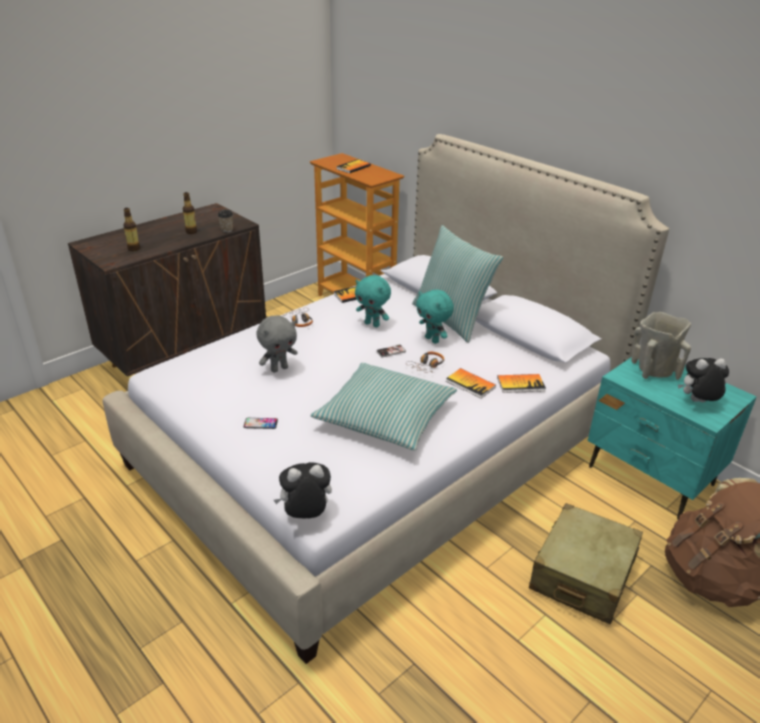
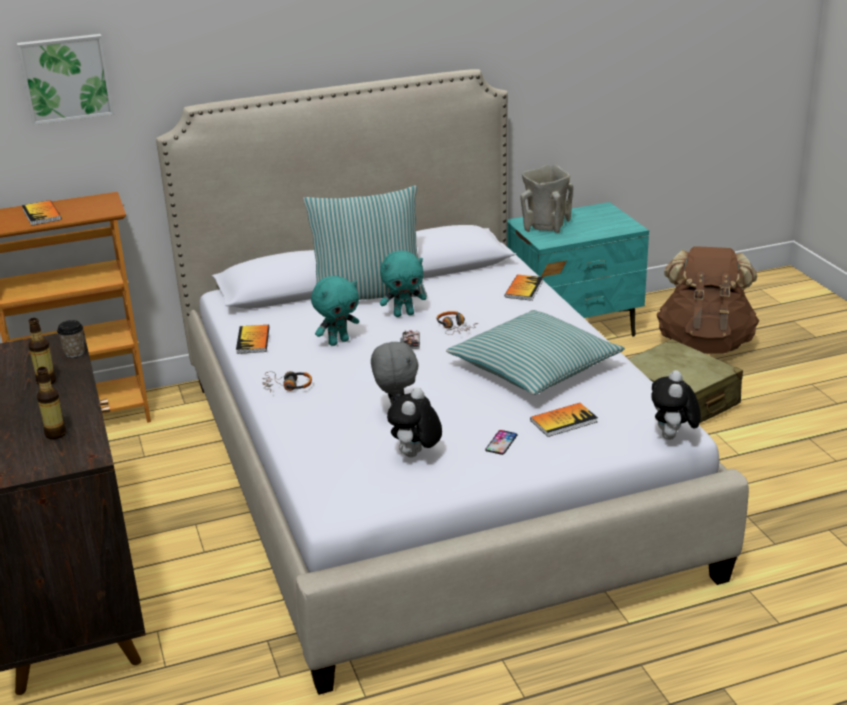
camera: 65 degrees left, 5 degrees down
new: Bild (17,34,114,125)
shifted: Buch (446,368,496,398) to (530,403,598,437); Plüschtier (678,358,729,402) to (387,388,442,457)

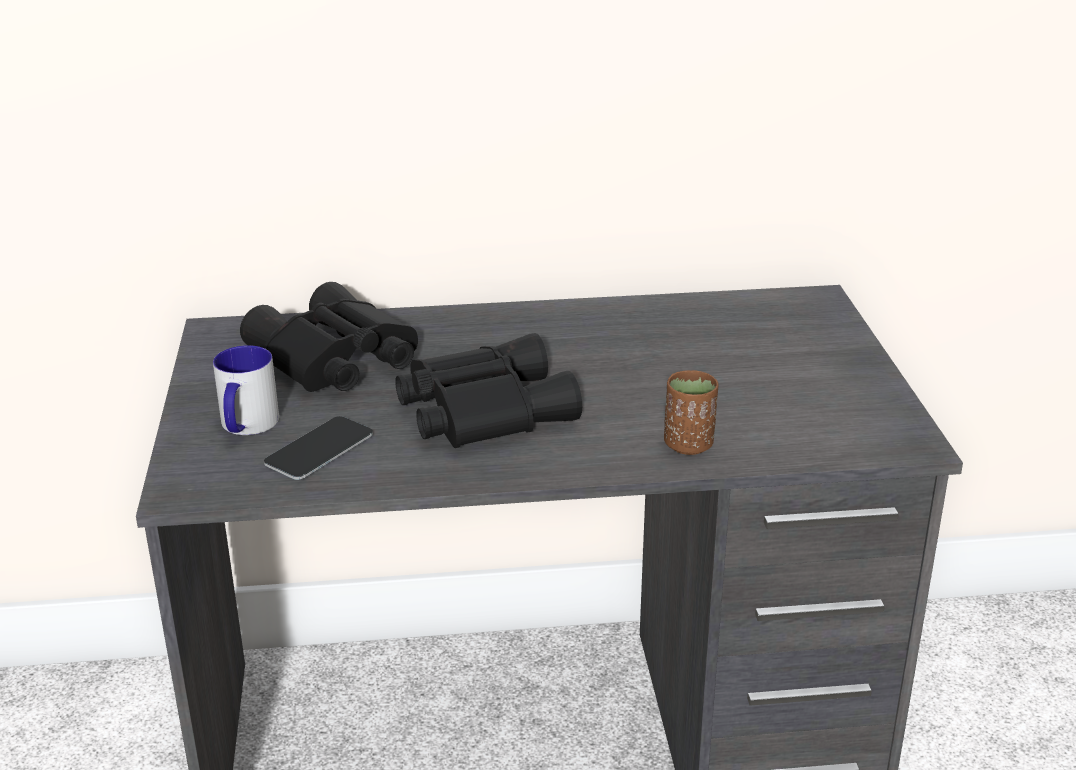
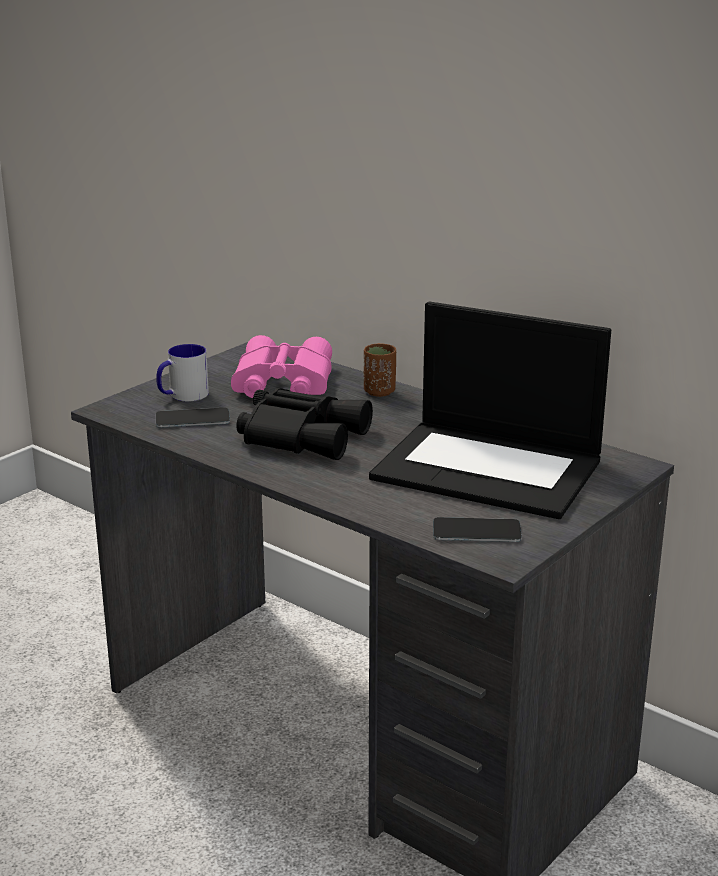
camera: 45 degrees right, 5 degrees down
new: Laptop (369,301,611,519); Handy (433,517,522,542)
shifted: Tasse [braun] (664,370,719,455) to (364,343,396,397)
repainted: Fernglas [schwarz] (240,282,418,392) to Fernglas [rosa] (231,335,332,398)

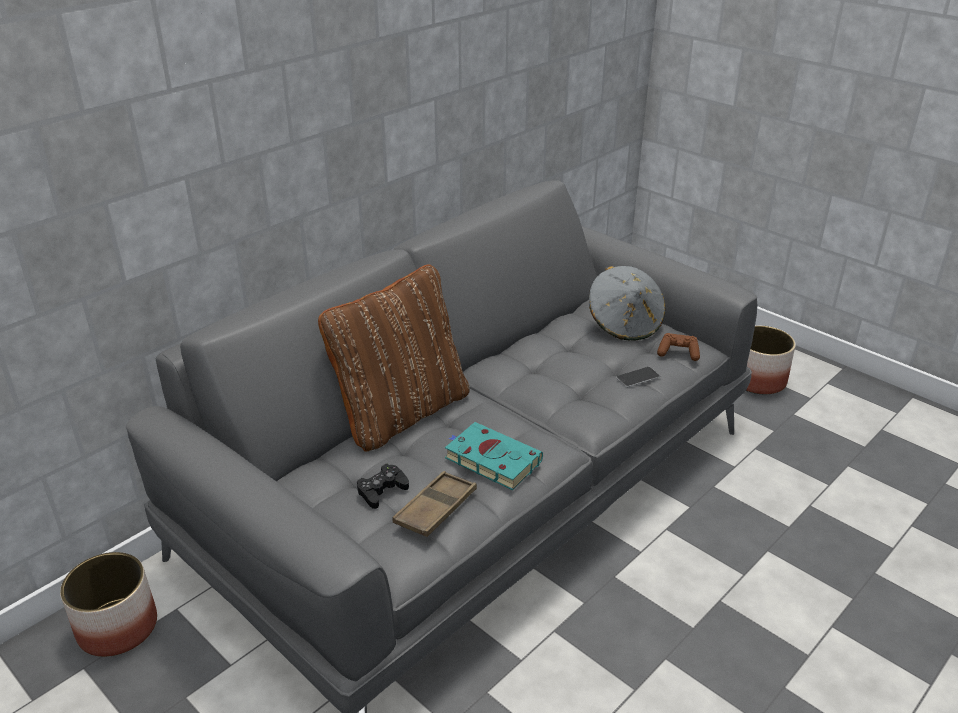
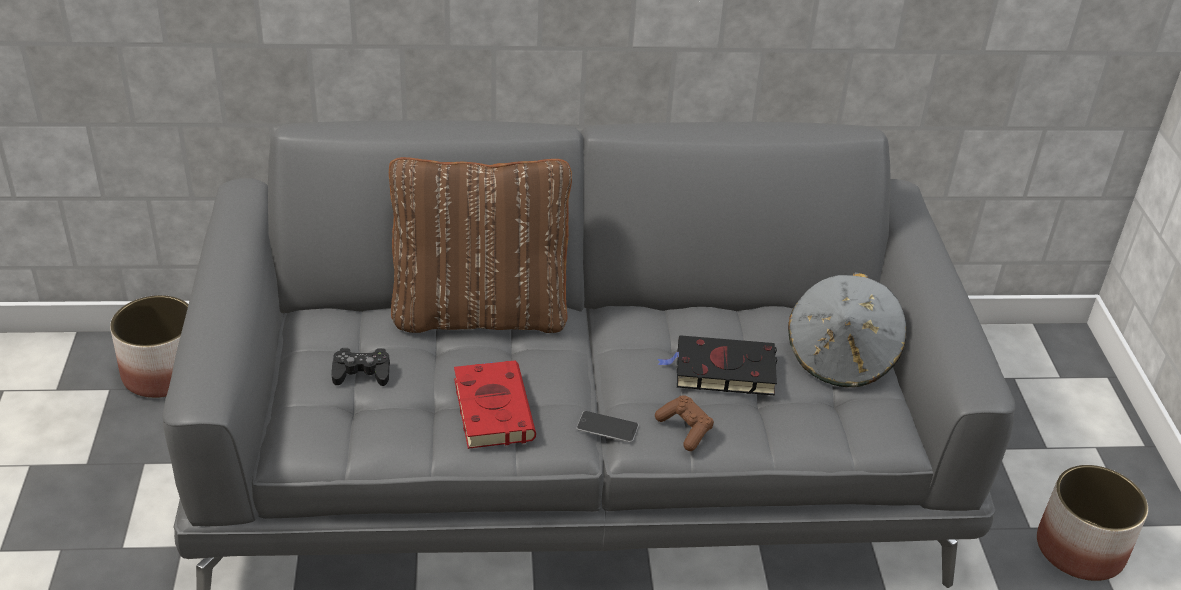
camera: 40 degrees right, 5 degrees up
gone: Tablett [braun] (392,471,477,537)
new: Buch [schwarz] (657,335,777,395)
shifted: Handy (616,367,660,387) to (577,411,639,442); Gamepad [braun] (657,333,700,361) to (655,395,714,451)
repainted: Buch [türkis] (445,422,543,490) to Buch [rot] (454,361,536,449)

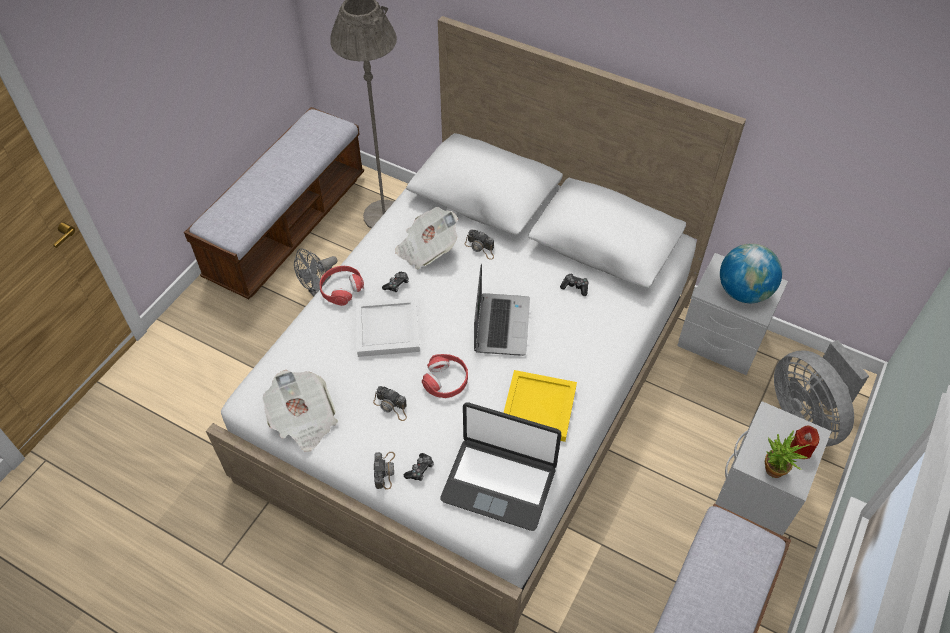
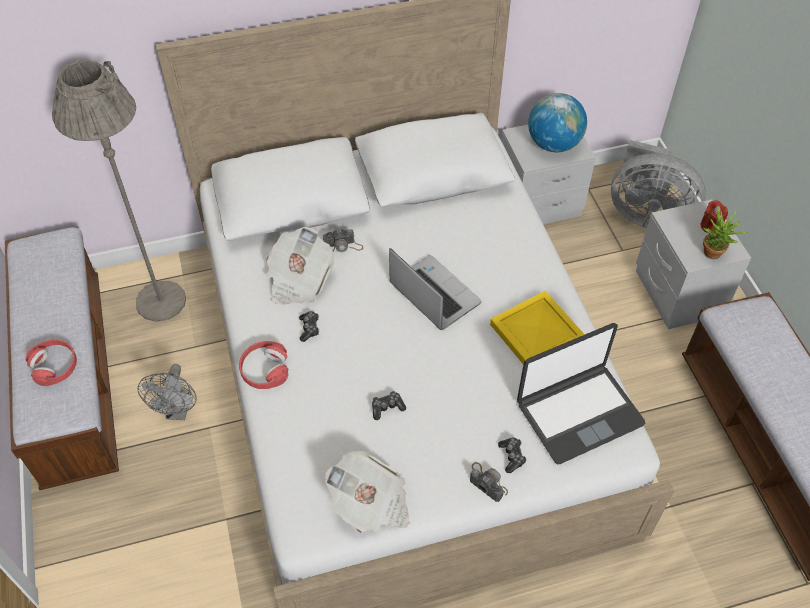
camera: 45 degrees left, 0 degrees up
gone: Tablett [weiß] (356,298,420,357); Kamera (373,386,407,421)
shifted: Kopfhörer [rot] (422,354,468,398) to (26,339,77,386); Gamepad (560,273,589,296) to (372,391,406,420)

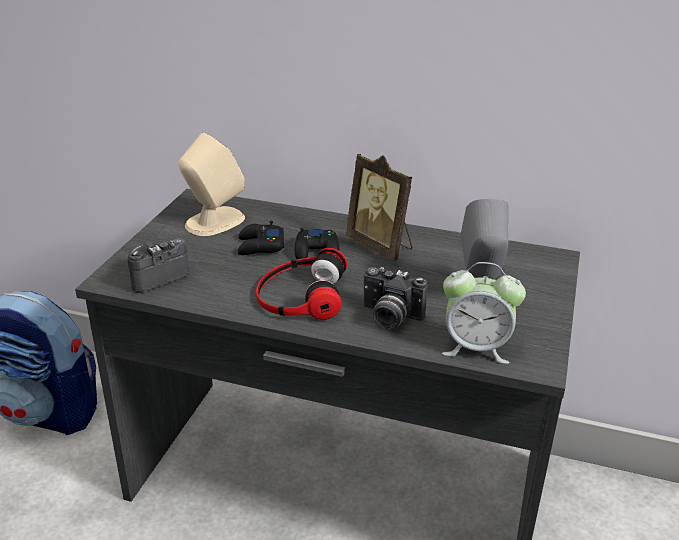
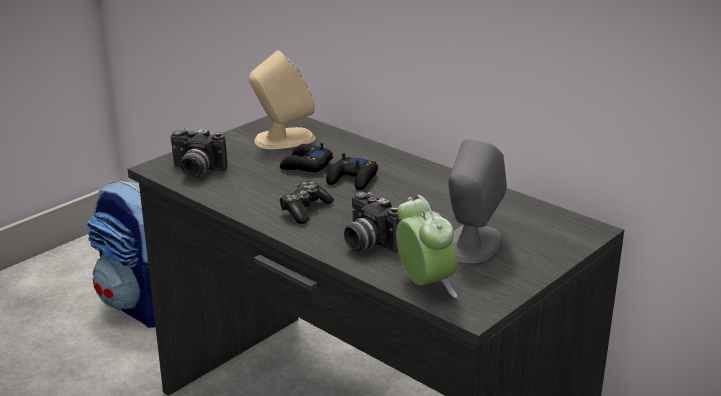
camera: 25 degrees right, 5 degrees down
gone: Bilderrahmen (346,154,412,261)
swapped: Kopfhörer (256,248,347,320) to Gamepad (279,181,334,224)
rotated: Kamera (127,238,189,293) = (171,128,228,178) 150 degrees counterclockwise; Wecker (442,262,526,364) = (396,195,458,298) 150 degrees counterclockwise

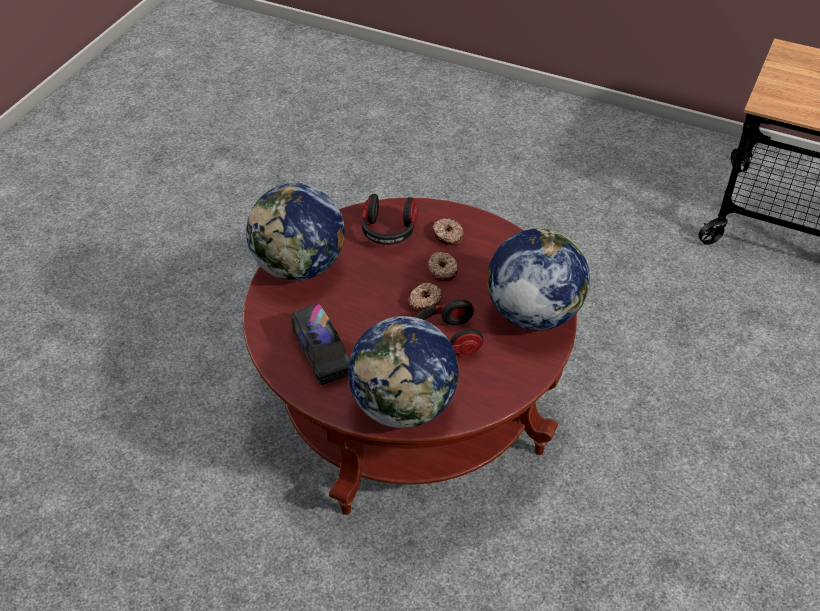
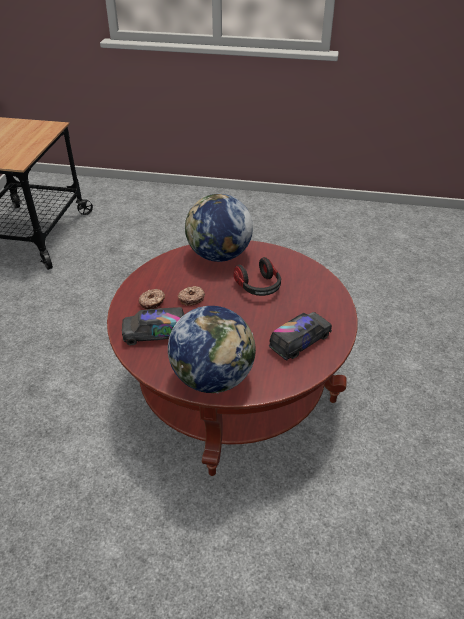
camera: 105 degrees left, 5 degrees down
gone: Globus (348,316,459,428); Donut (408,282,443,313)
swapped: Kopfhörer (362,194,418,245) to Spielzeuglaster (122,307,185,345)

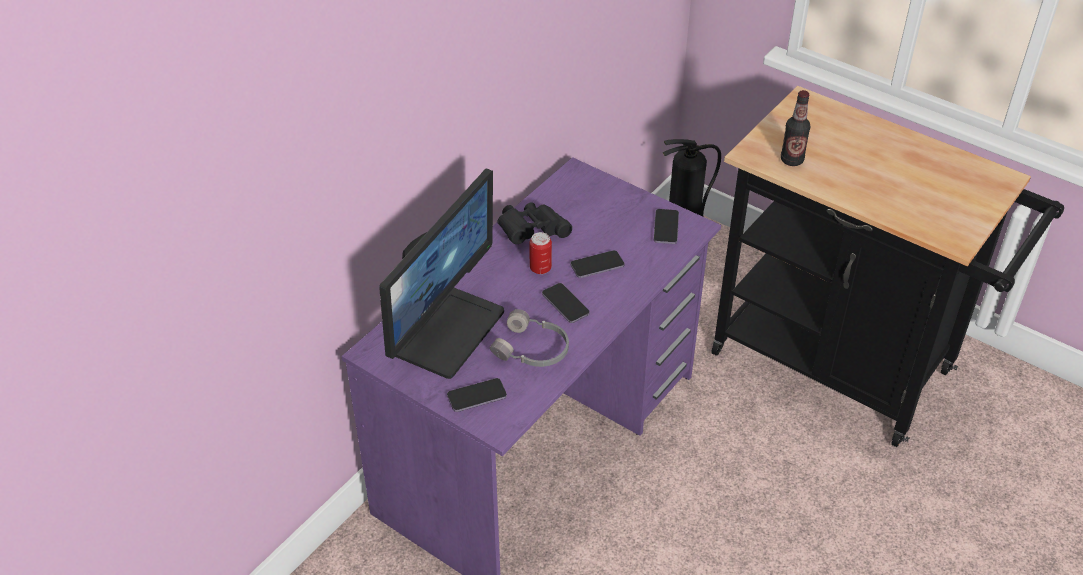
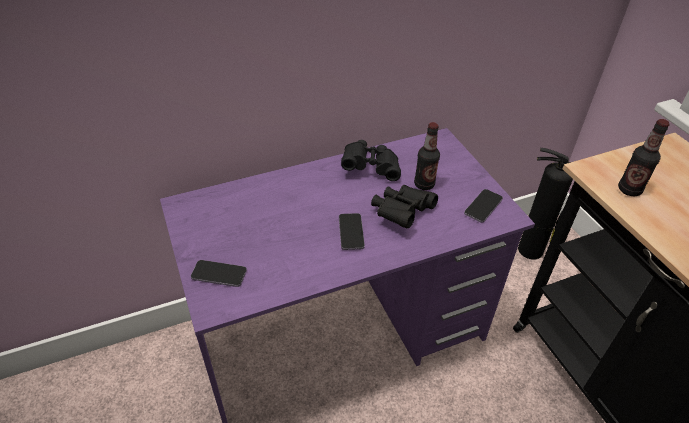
camera: 30 degrees right, 0 degrees up
gone: Monitor (379,168,504,379); Kopfhörer [grau] (490,309,569,367); Dose (529,232,552,274)
new: Flasche (414,122,440,190)
swapped: Handy (570,250,624,278) to Fernglas [schwarz] (371,185,438,228)

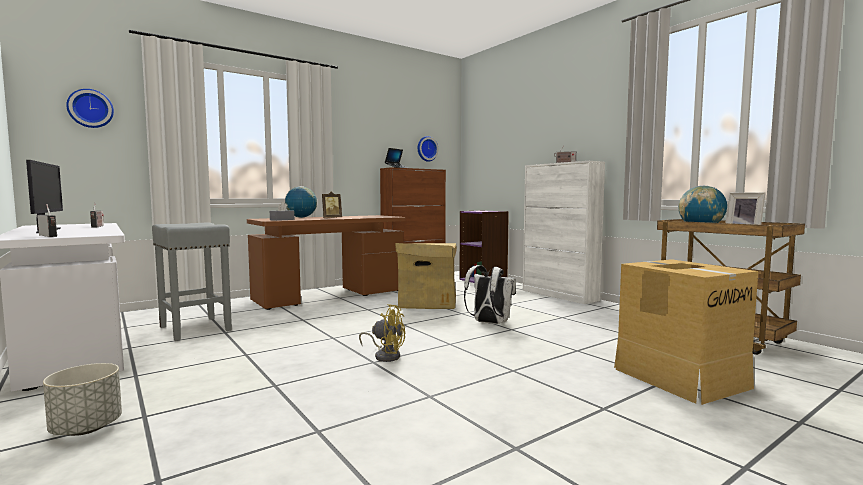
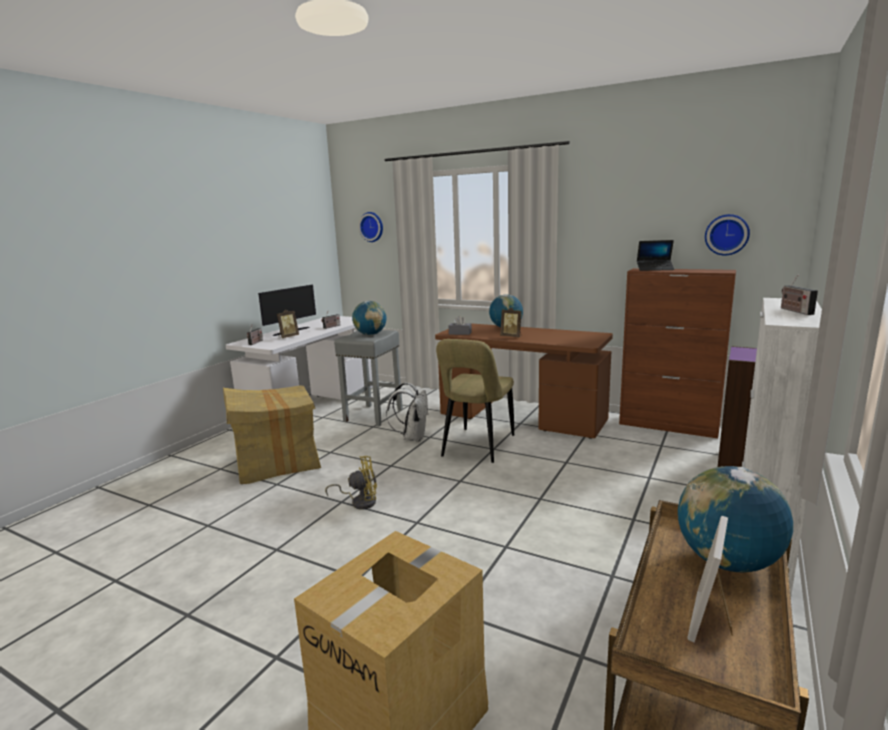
camera: 65 degrees right, 10 degrees up
gone: Pflanzkübel [grau] (43,363,122,436)
new: Bilderrahmen (277,309,299,338); Globus (352,301,387,335); Stuhl [beige] (436,339,514,463)
shifted: Karton (395,243,457,309) to (223,386,321,484); Rucksack [weiß] (464,265,516,324) to (386,383,428,442)
rotated: Ventilator [gelb] (359,304,405,362) = (325,456,377,510) 90 degrees counterclockwise

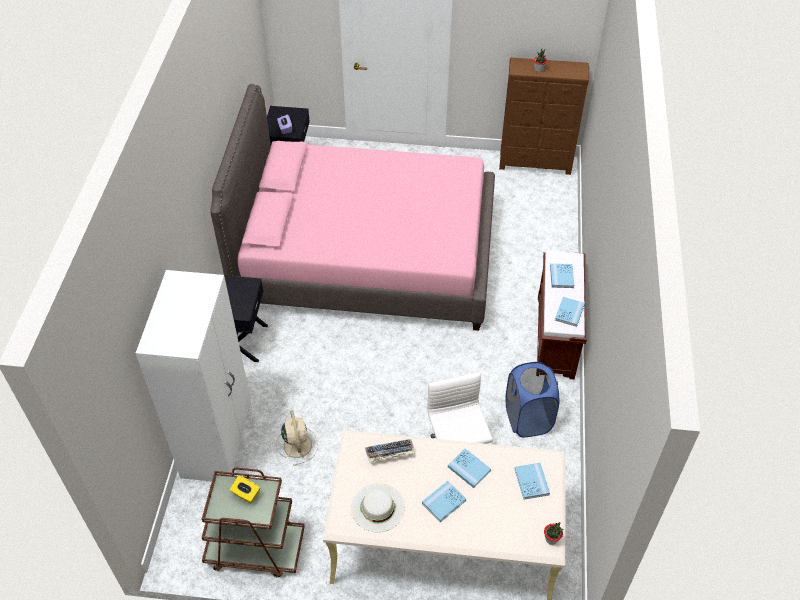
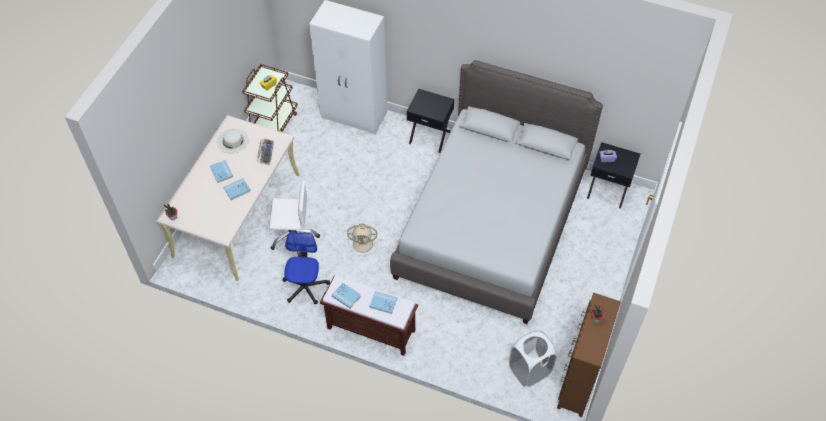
camera: 105 degrees right, 5 degrees up
gone: Buch [blau] (515,463,550,500)
new: Wäschekorb [weiß] (509,330,557,387)
shifted: Ventilator [beige] (276,410,318,466) to (347,224,378,256)
swapped: Wäschekorb [blau] (506,362,559,438) to Bürostuhl (282,232,330,304)
repainted: Bett [rosa] (210,84,495,331) to Bett [grau] (390,60,603,324)

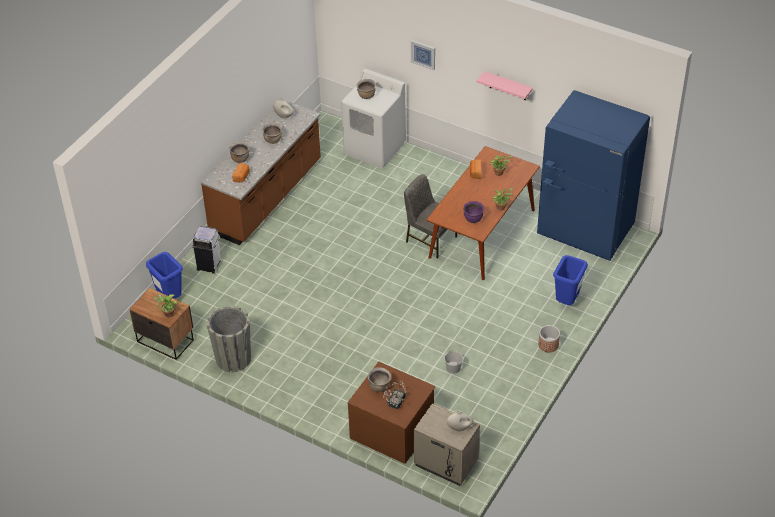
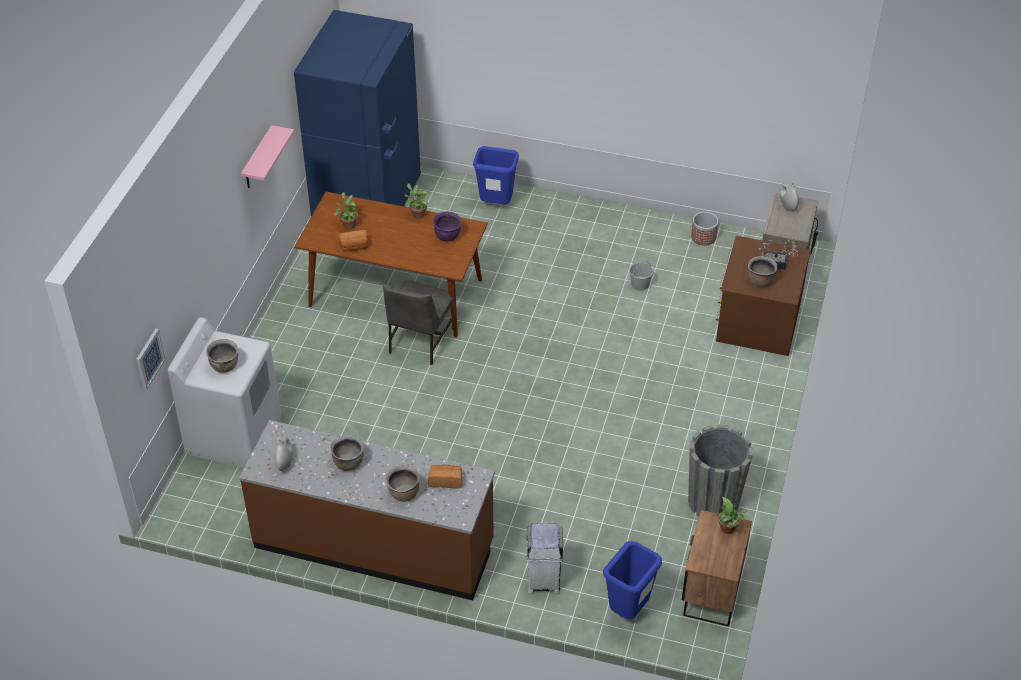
camera: 105 degrees left, 0 degrees up
shifted: Bild (411,40,435,70) to (136,328,166,390); Pflanzkübel (538,325,560,352) to (691,212,718,246)

